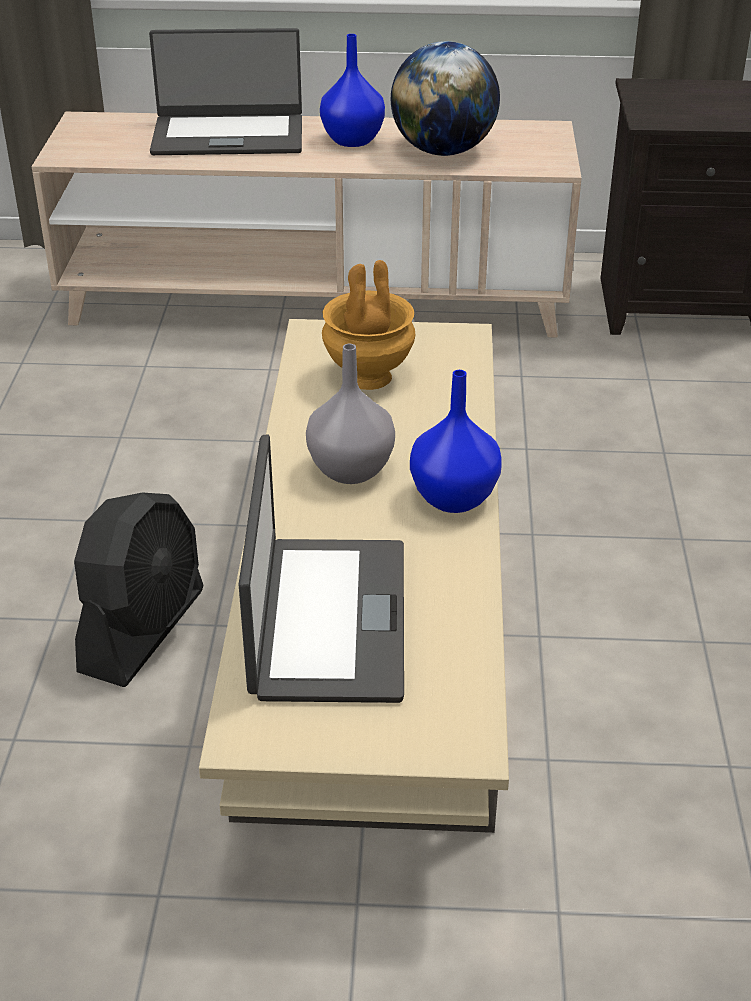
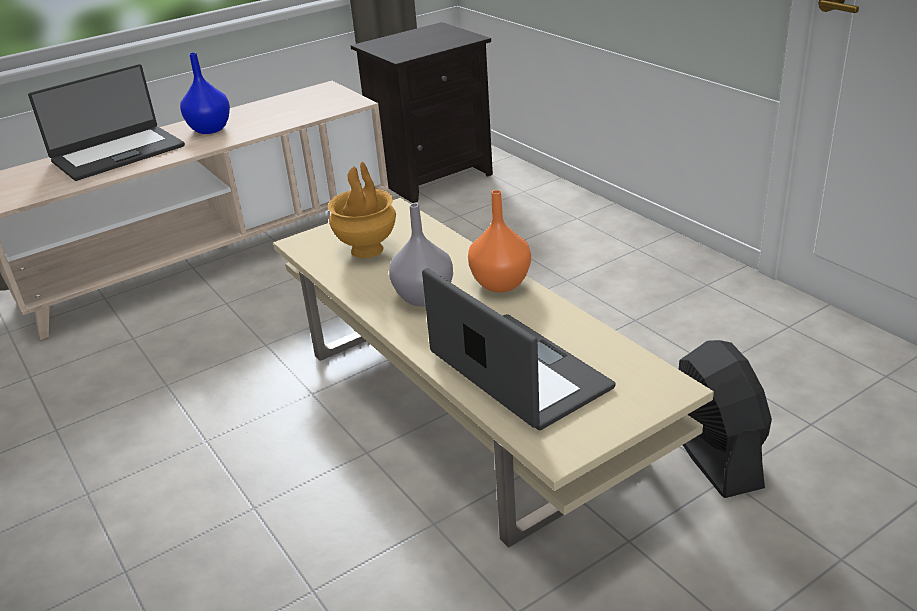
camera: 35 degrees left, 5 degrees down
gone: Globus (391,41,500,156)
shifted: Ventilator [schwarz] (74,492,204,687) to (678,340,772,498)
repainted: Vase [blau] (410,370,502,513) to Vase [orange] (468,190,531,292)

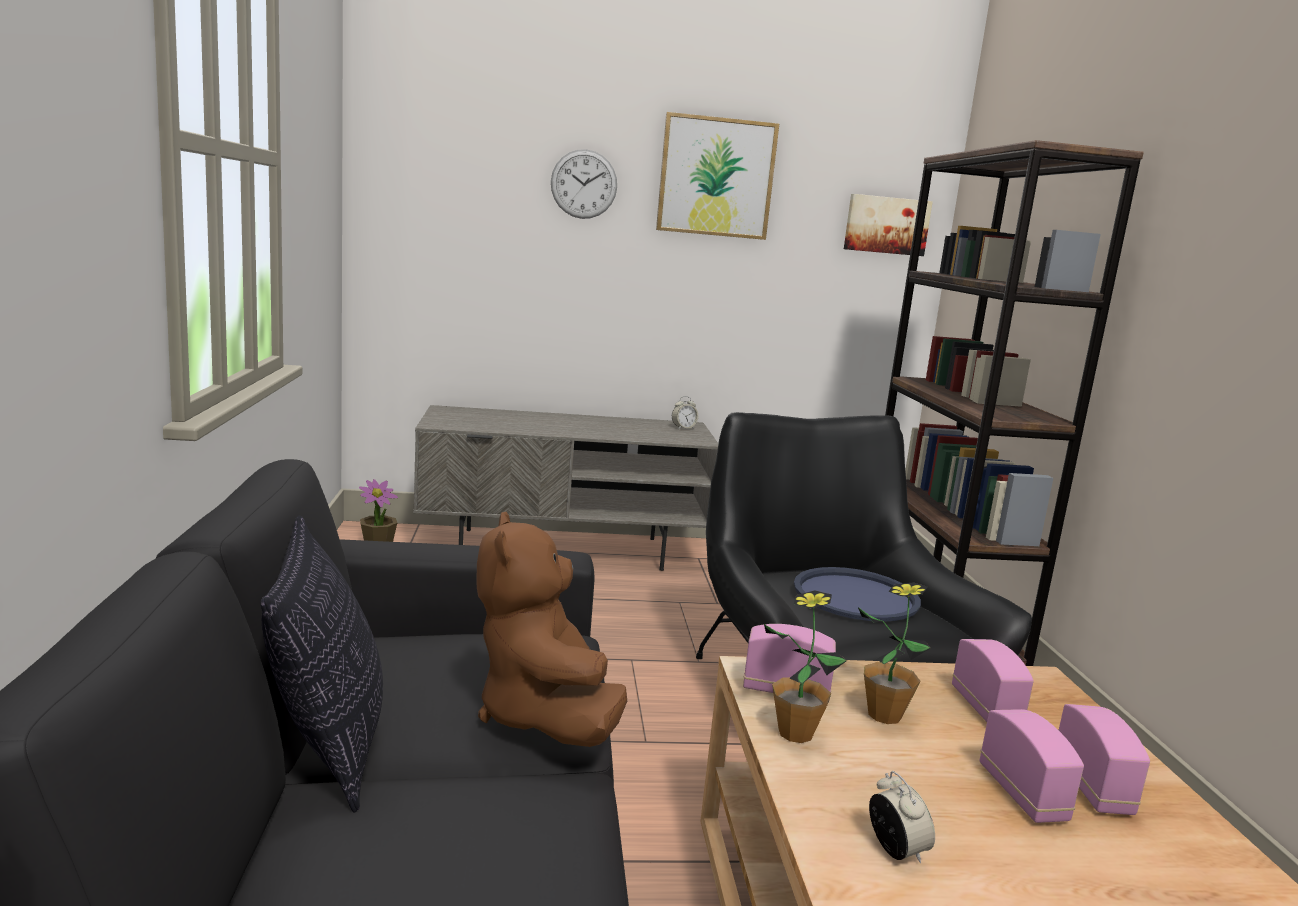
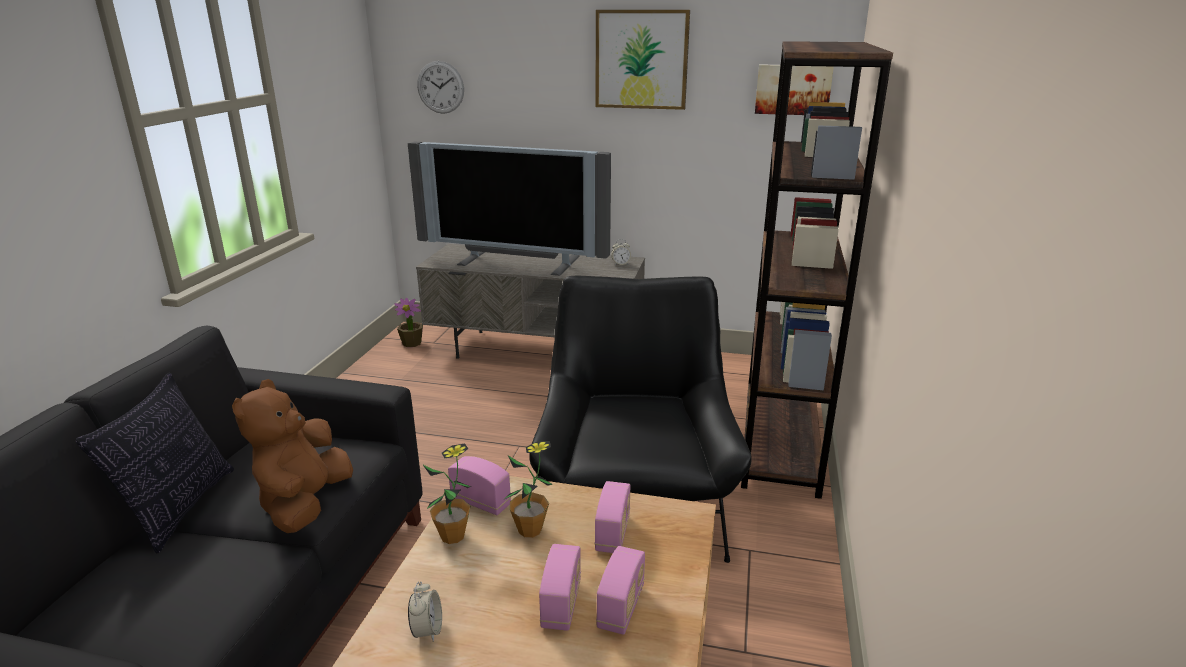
camera: 20 degrees right, 10 degrees up
gone: Tablett [blau] (794,567,921,622)
new: Fernseher (408,141,611,276)
shifted: Wanduhr (551,149,617,219) to (417,61,464,114)

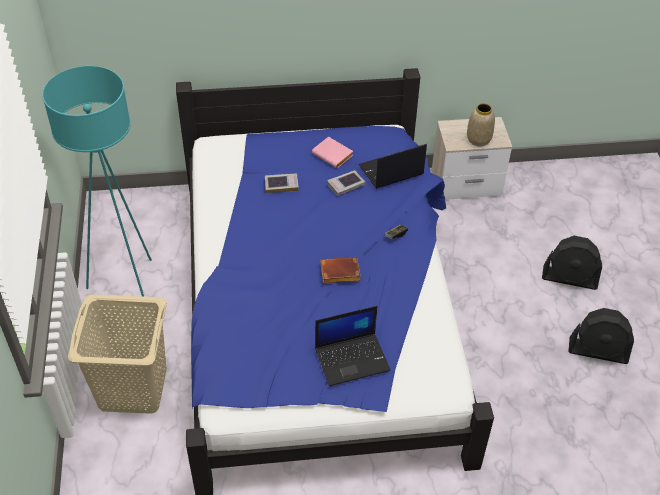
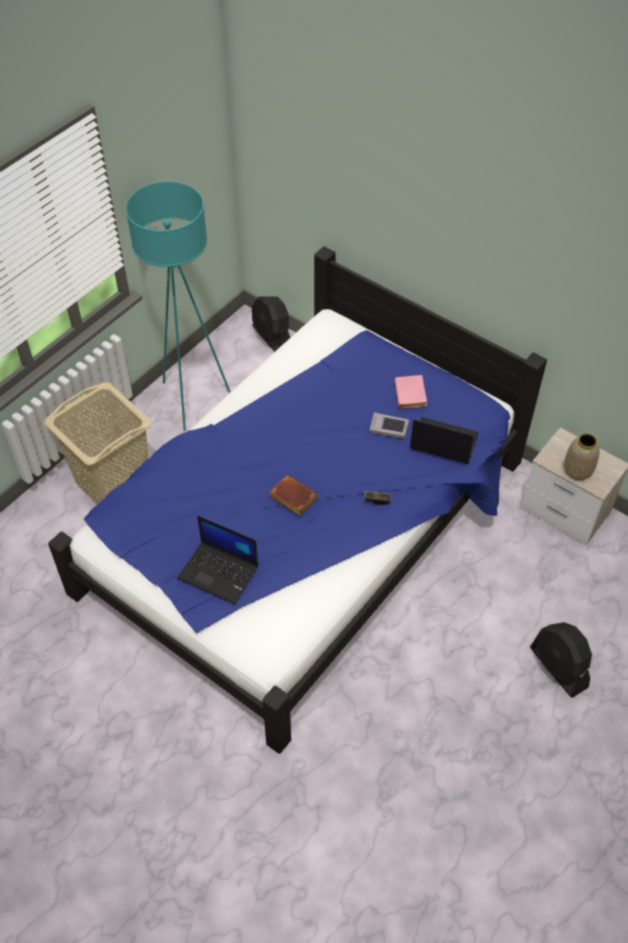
camera: 45 degrees right, 5 degrees up
gone: Buch (265,173,299,193)
shifted: Ventilator [schwarz] (568,308,634,364) to (252,296,291,352)

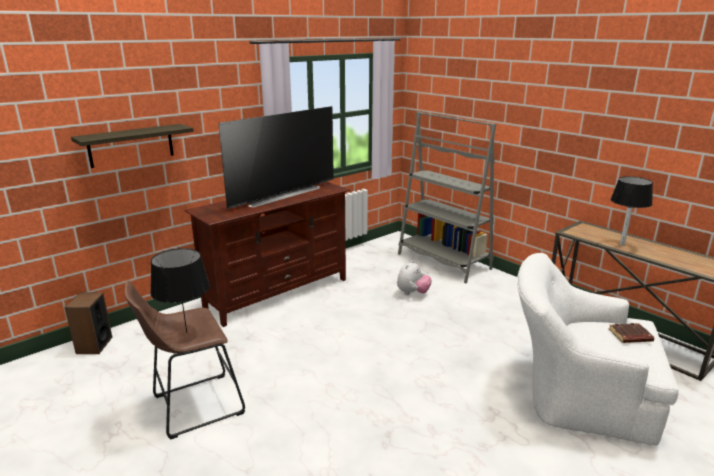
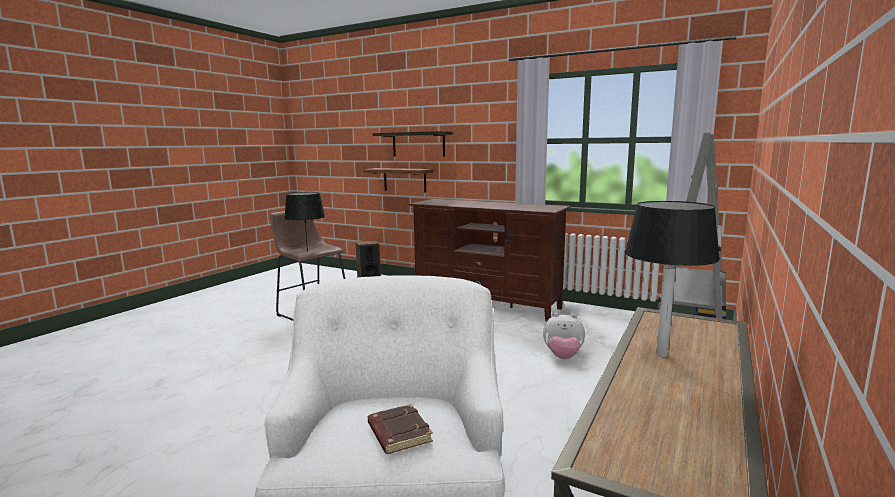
camera: 70 degrees right, 10 degrees down
gone: Fernseher (218,106,334,209)
new: Wandregal (363,168,433,192)

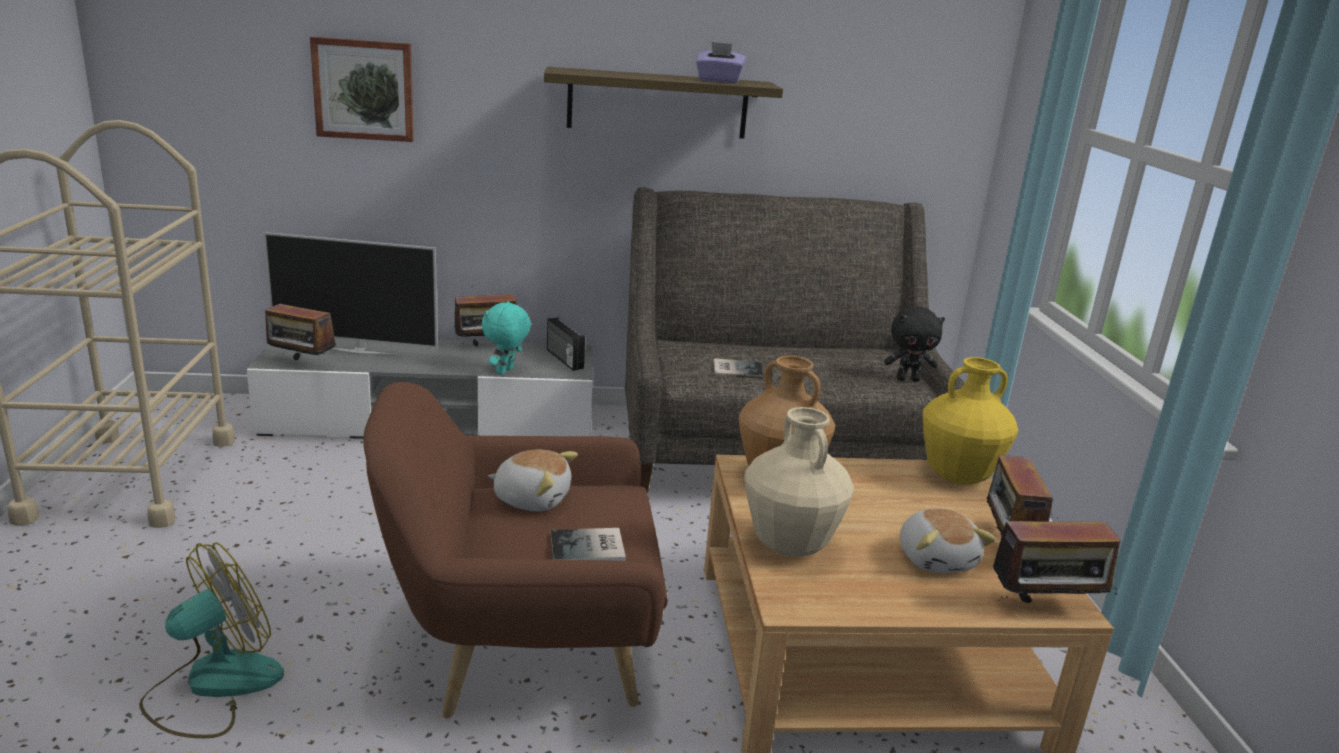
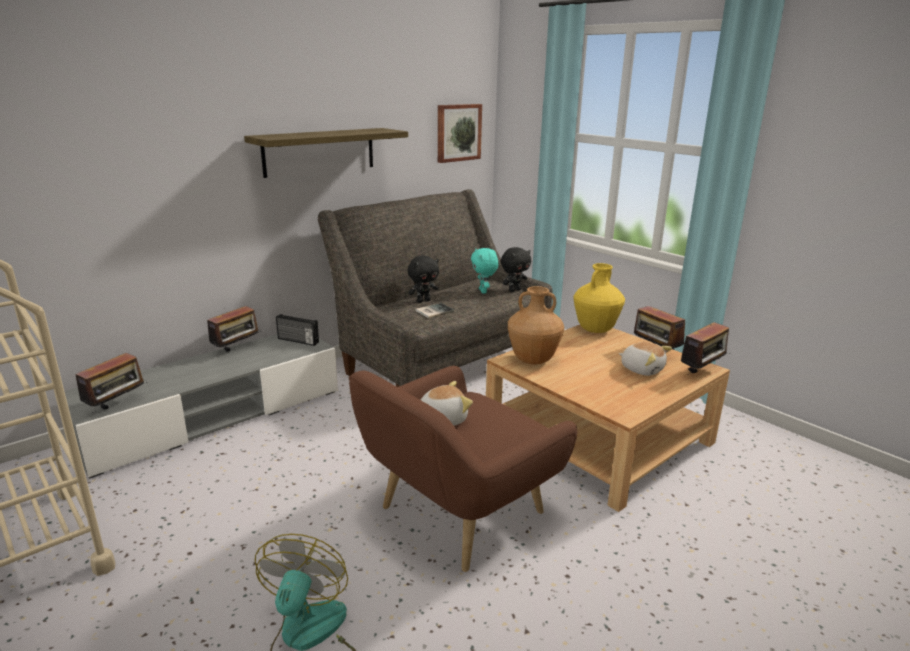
camera: 35 degrees left, 0 degrees up
gone: Fernseher (263,232,438,356); Buch (551,528,626,561); Taschentuchbox [lila] (696,42,746,84); Vase [beige] (744,407,854,557)
new: Plüschtier [schwarz] (408,256,439,303)
shifted: Bild (310,37,414,142) to (438,104,482,163); Plüschtier [türkis] (482,301,531,375) to (471,248,499,294)
rotated: Radio (265,304,336,360) = (75,353,147,415) 45 degrees counterclockwise

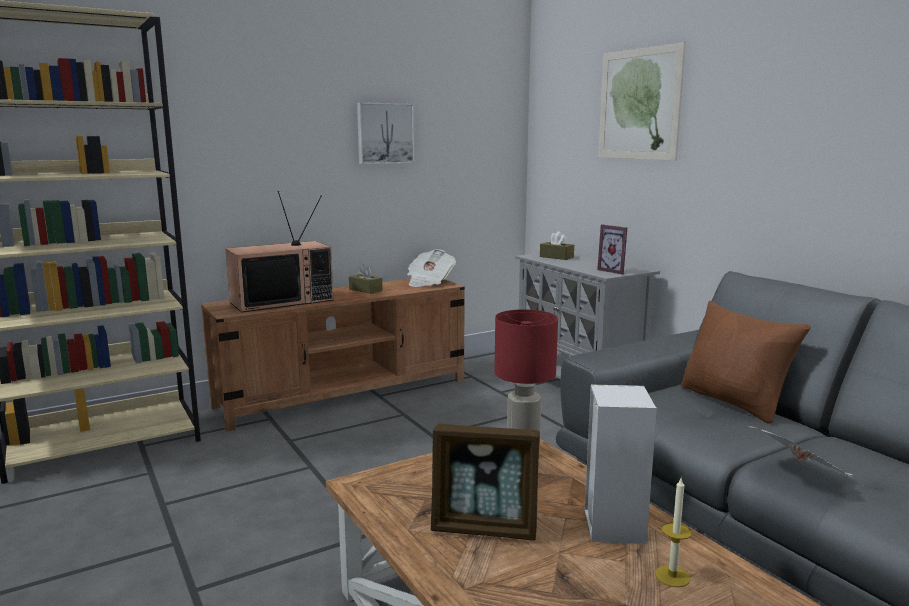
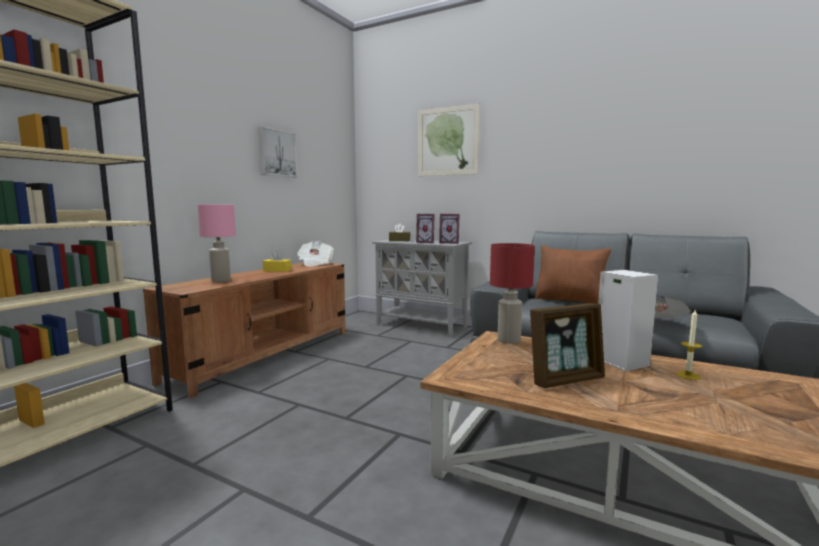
camera: 30 degrees left, 5 degrees down
new: Bilderrahmen (416,214,435,243)
swapped: Fernseher (225,191,333,312) to Tischlampe [rosa] (197,205,236,282)
repainted: Taschentuchbox [braun] (349,264,383,294) to Taschentuchbox [gelb] (263,250,291,272)

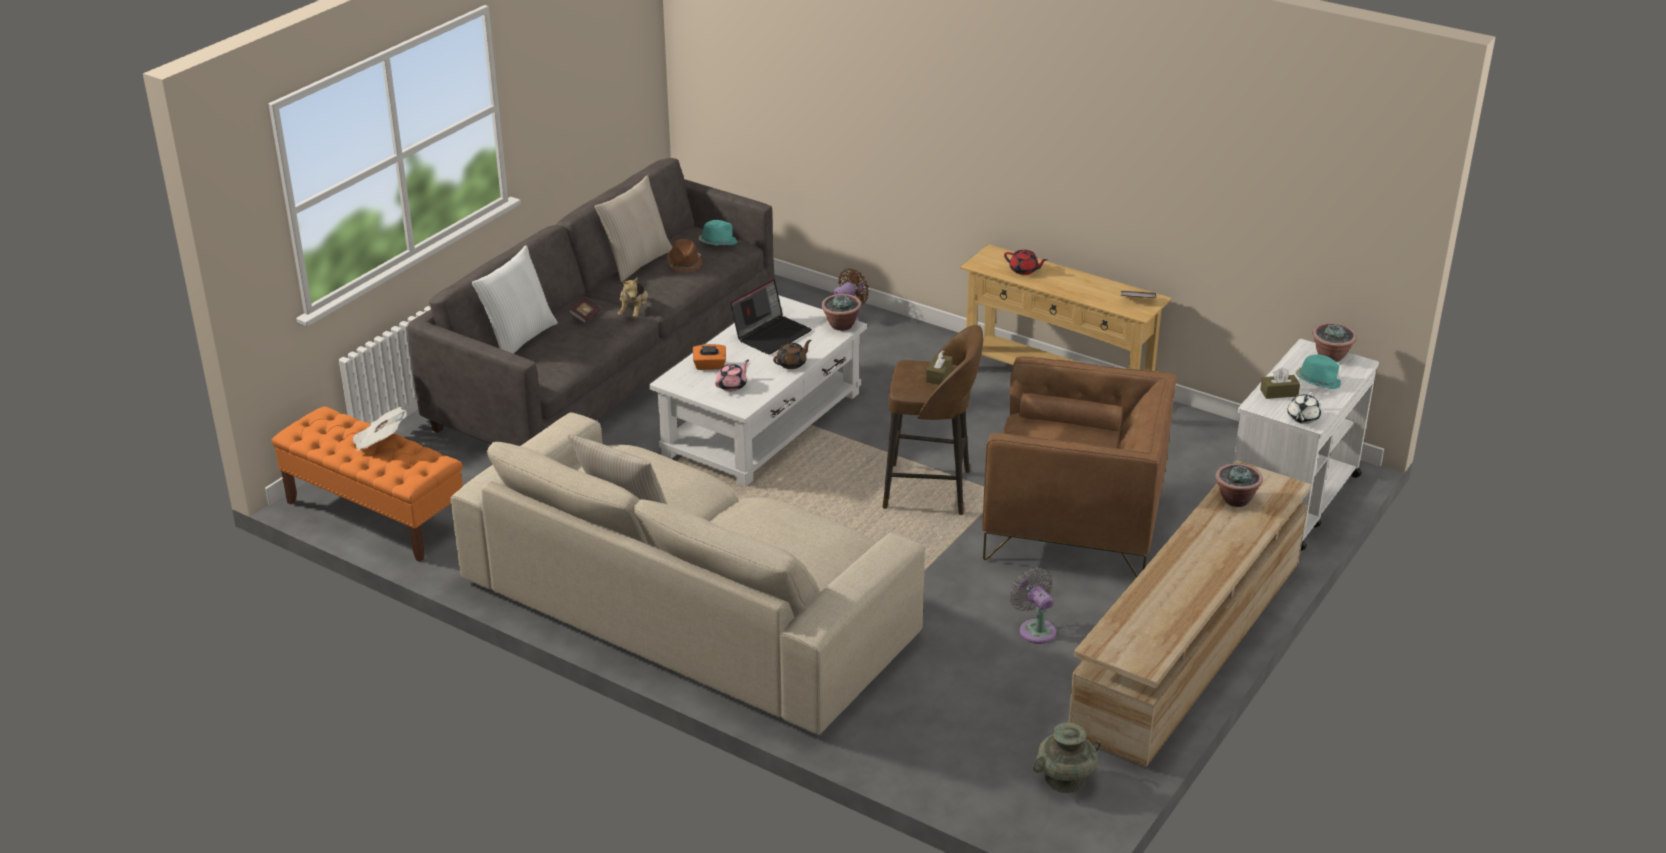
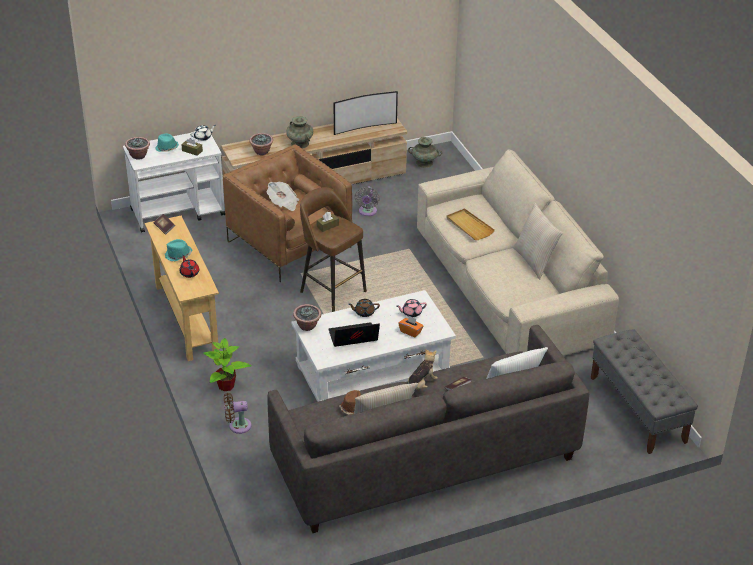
camera: 145 degrees left, 5 degrees up
new: Topfpflanze (203,338,252,391); Vase [türkis] (286,116,313,149); Fernseher (334,91,398,135); Tablett [beige] (446,208,495,240)
shifted: Zeitung (353,407,407,451) to (266,182,299,211); Hut [türkis] (699,220,737,245) to (165,239,192,261)
repainted: Bank [orange] (271,406,463,562) to Bank [grau] (591,329,698,454)

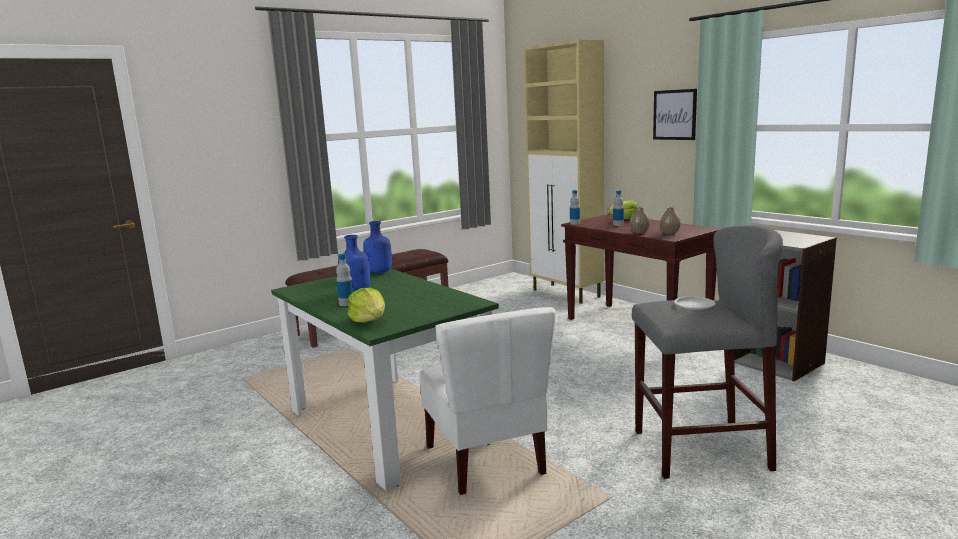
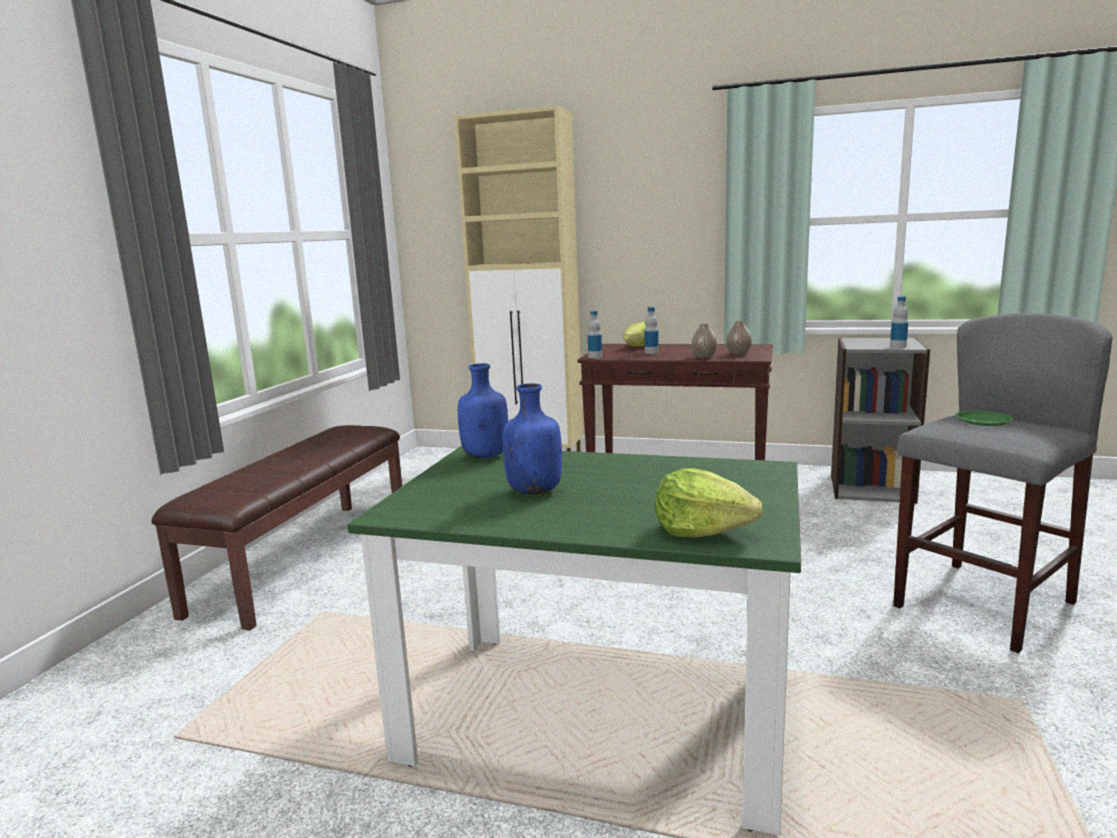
camera: 35 degrees left, 0 degrees up
gone: Stuhl [weiß] (420,307,556,495); Bild (653,89,697,140)
shifted: Flasche (336,254,353,306) to (890,296,908,348)
repainted: Teller [weiß] (674,297,715,310) to Teller [grün] (955,411,1014,426)

